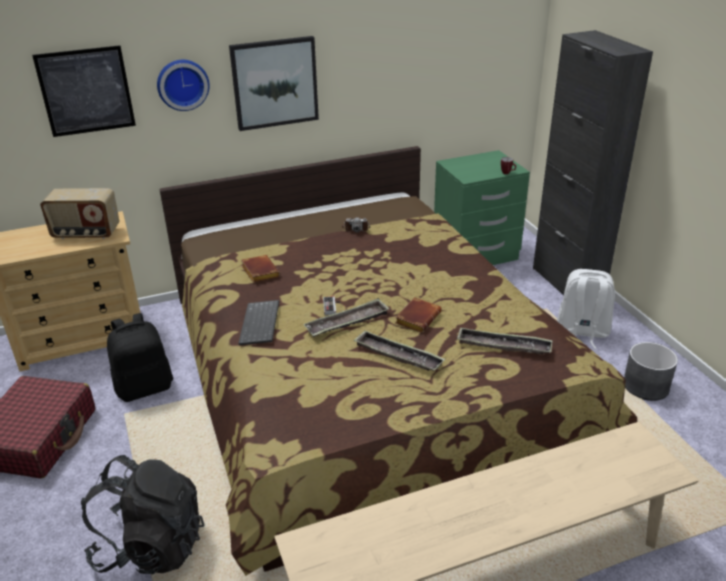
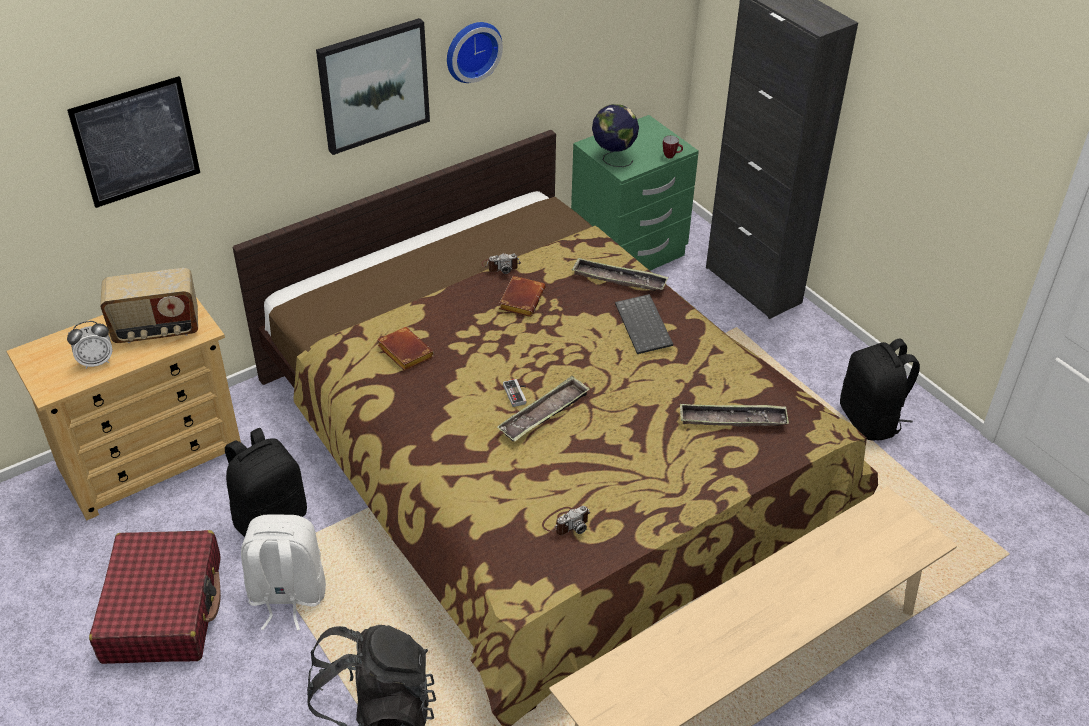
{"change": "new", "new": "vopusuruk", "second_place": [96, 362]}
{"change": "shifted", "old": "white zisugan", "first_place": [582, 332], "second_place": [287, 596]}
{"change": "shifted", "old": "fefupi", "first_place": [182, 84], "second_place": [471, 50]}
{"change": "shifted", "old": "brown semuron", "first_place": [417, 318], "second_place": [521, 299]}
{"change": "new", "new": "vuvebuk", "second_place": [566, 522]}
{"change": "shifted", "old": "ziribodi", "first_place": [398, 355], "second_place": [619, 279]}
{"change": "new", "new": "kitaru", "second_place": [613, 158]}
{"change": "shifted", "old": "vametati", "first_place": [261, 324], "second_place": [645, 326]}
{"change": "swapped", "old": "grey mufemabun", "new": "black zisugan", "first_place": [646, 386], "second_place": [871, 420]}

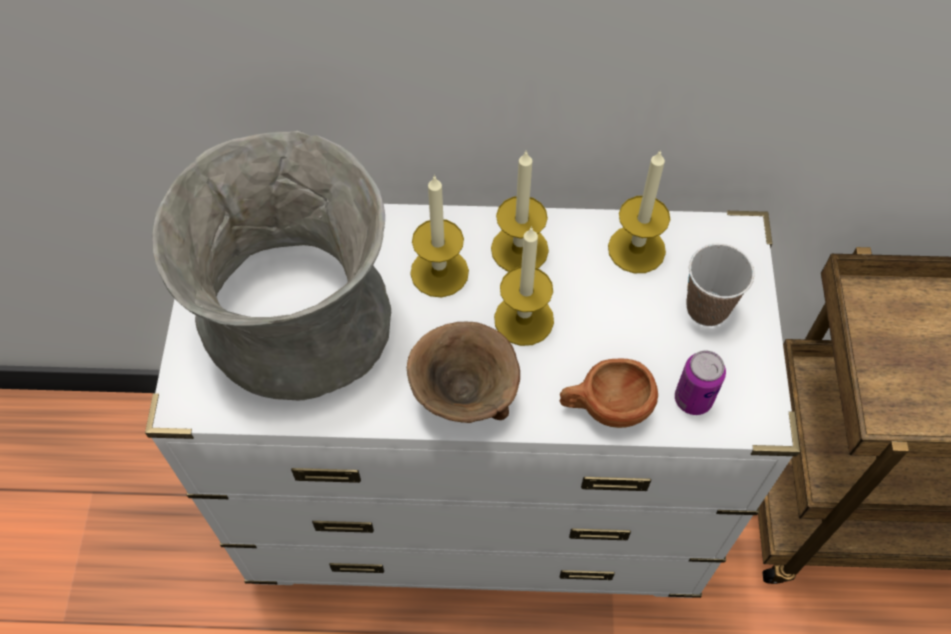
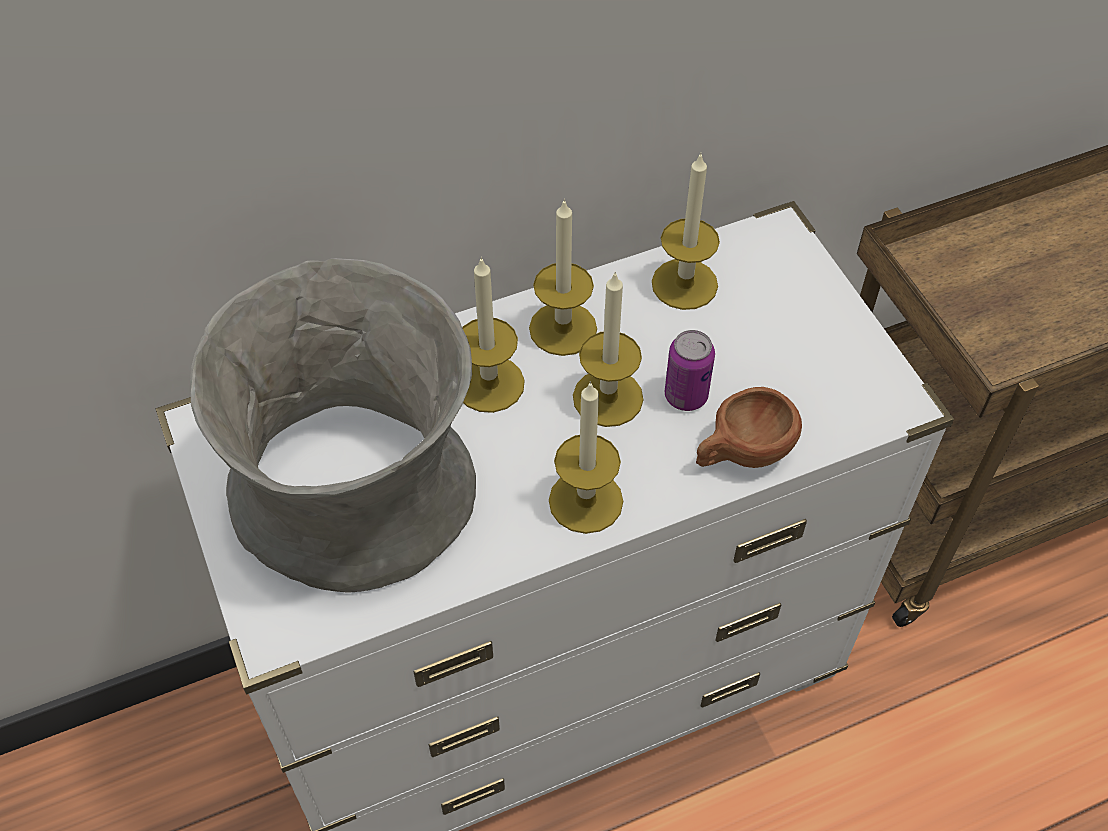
{"change": "swapped", "old": "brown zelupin", "new": "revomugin", "first_place": [461, 395], "second_place": [585, 501]}
{"change": "shifted", "old": "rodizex", "first_place": [693, 399], "second_place": [686, 396]}
{"change": "gone", "old": "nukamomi", "first_place": [707, 308]}

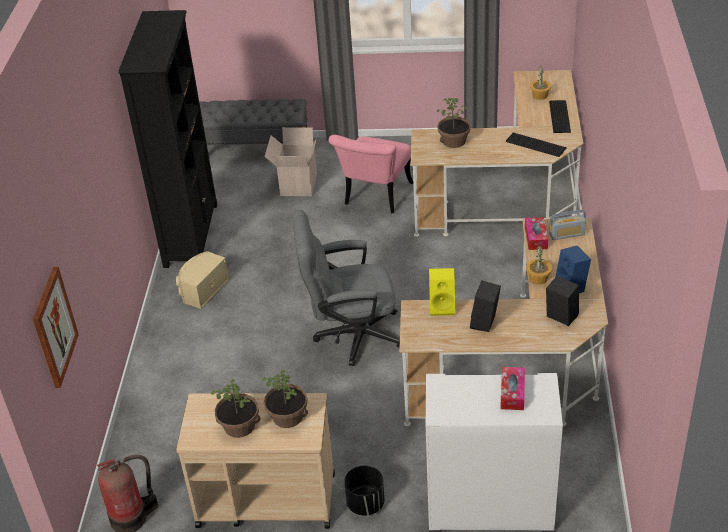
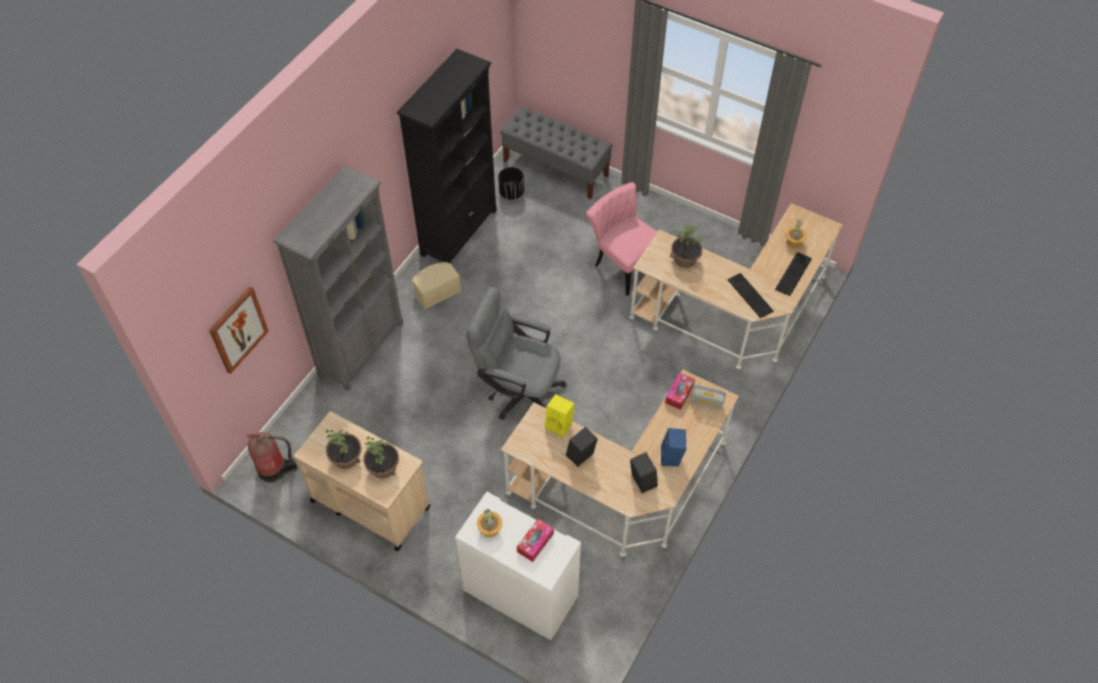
{"change": "new", "new": "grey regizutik", "second_place": [361, 348]}
{"change": "shifted", "old": "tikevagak", "first_place": [538, 278], "second_place": [490, 529]}
{"change": "shifted", "old": "black mufemabun", "first_place": [366, 503], "second_place": [511, 192]}
{"change": "rotated", "old": "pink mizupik", "first_place": [375, 198], "second_place": [623, 263], "degrees": 90}
{"change": "gone", "old": "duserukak", "first_place": [297, 184]}

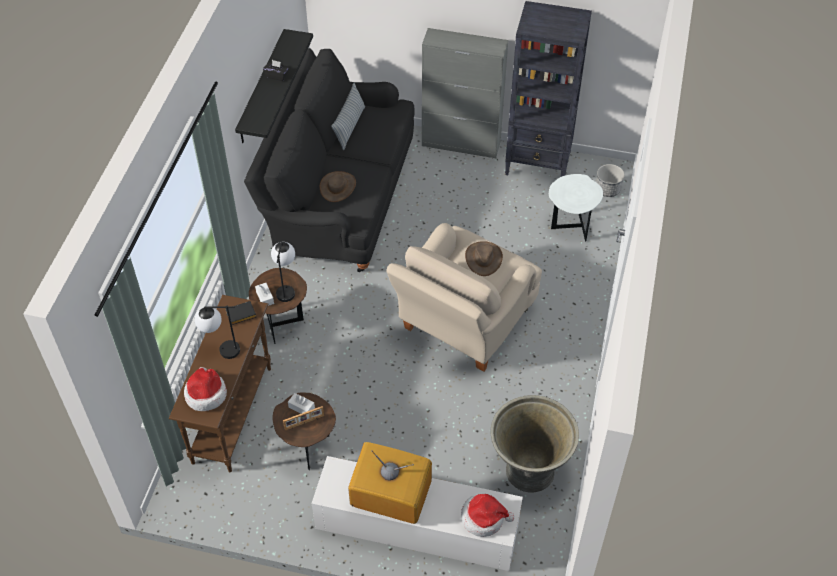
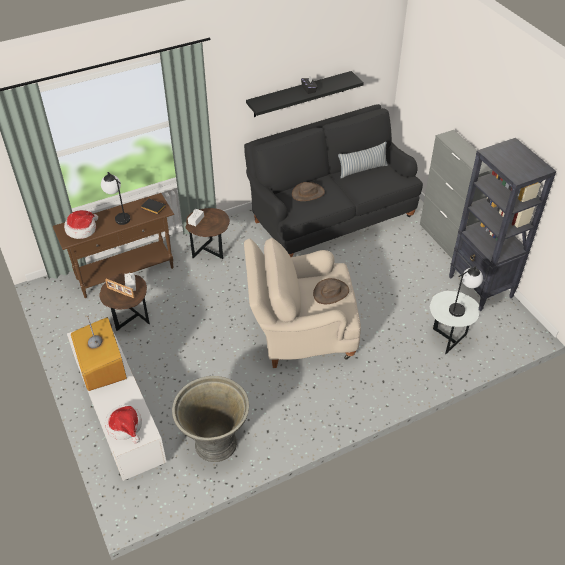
{"change": "shifted", "old": "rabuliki", "first_place": [286, 288], "second_place": [461, 307]}
{"change": "gone", "old": "mufemabun", "first_place": [607, 189]}

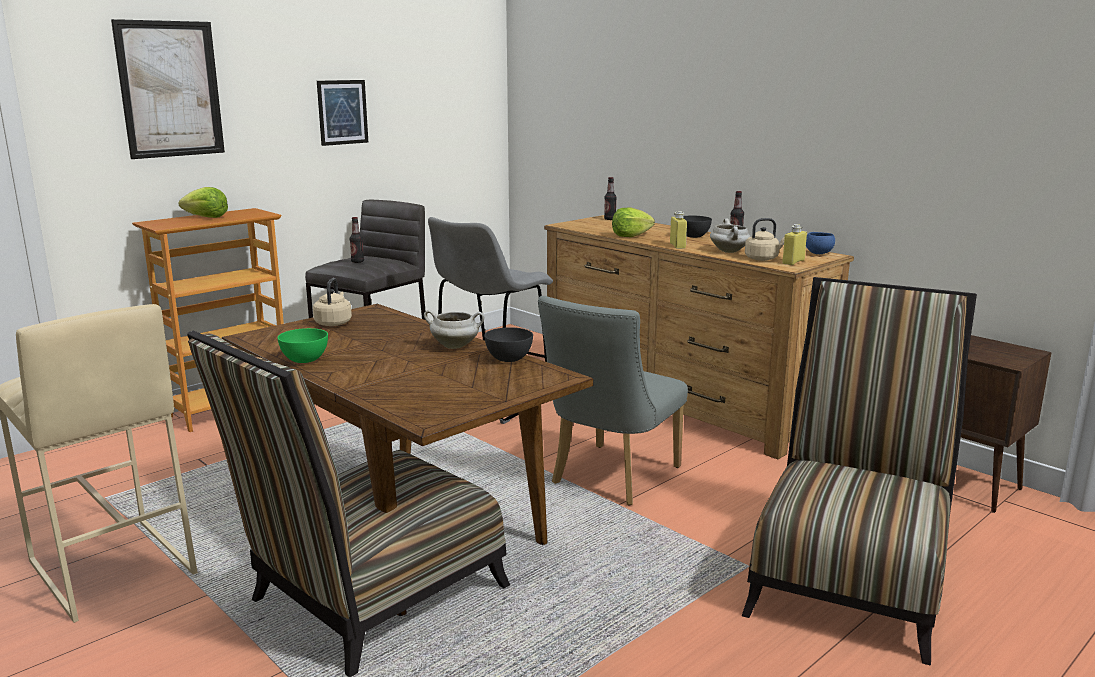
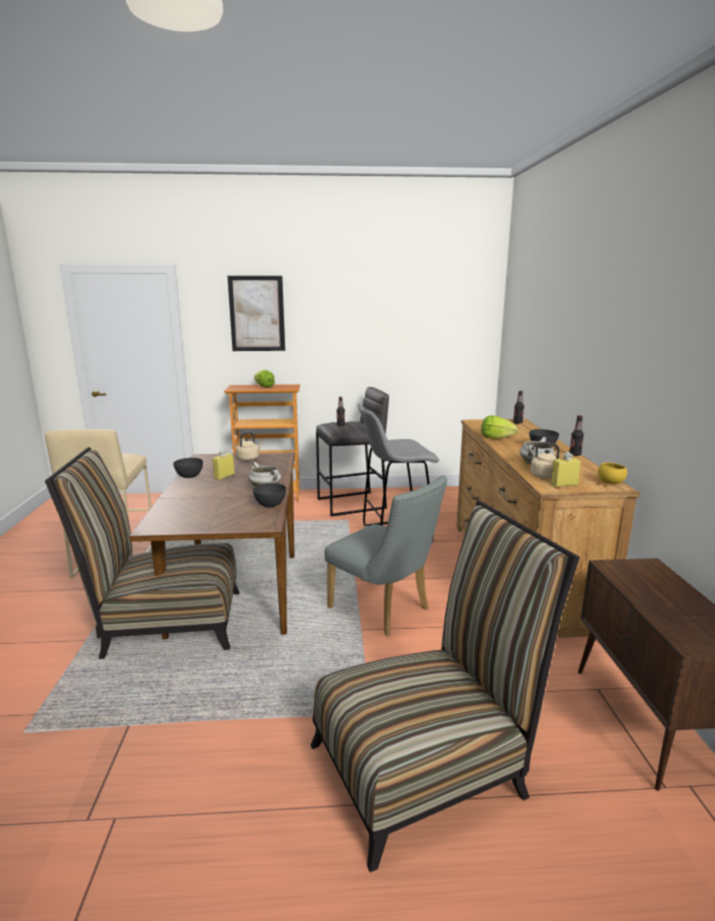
{"change": "repainted", "old": "green zelupin", "new": "grey zelupin", "first_place": [305, 360], "second_place": [189, 476]}
{"change": "shifted", "old": "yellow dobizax", "first_place": [677, 246], "second_place": [224, 477]}
{"change": "rotated", "old": "grey mizupik", "first_place": [610, 478], "second_place": [384, 610], "degrees": -120}
{"change": "repainted", "old": "blue zelupin", "new": "yellow zelupin", "first_place": [819, 253], "second_place": [610, 483]}
{"change": "gone", "old": "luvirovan", "first_place": [342, 112]}

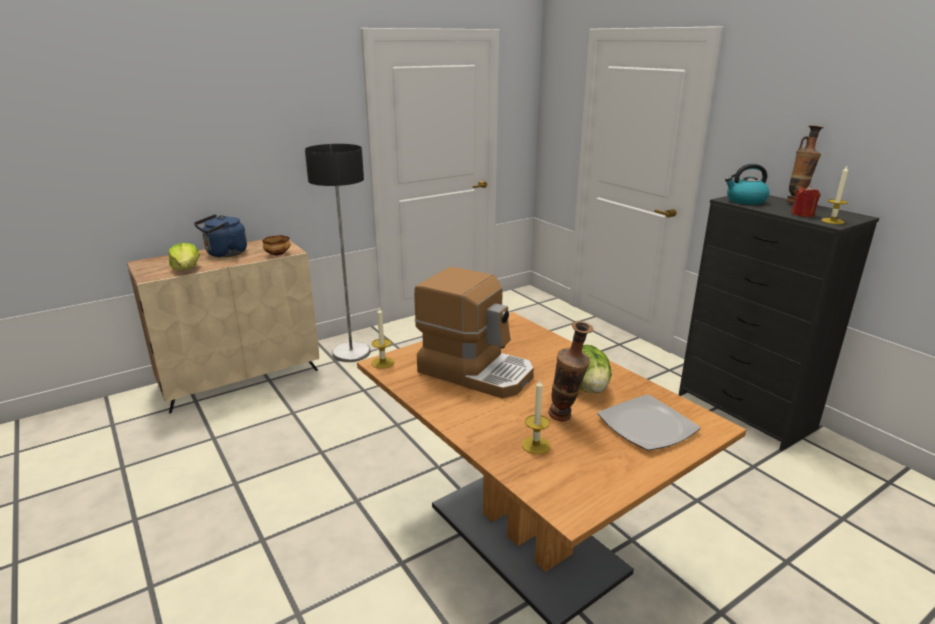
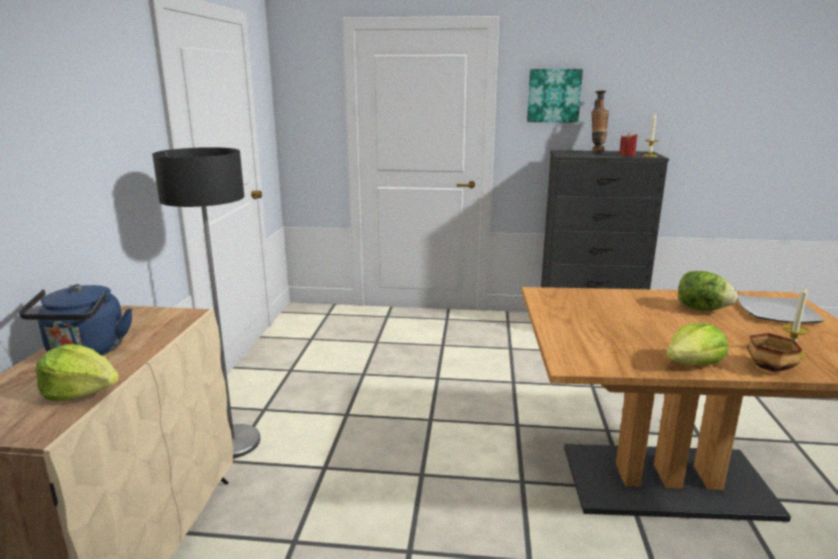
{"change": "new", "new": "luvirovan", "second_place": [553, 95]}
{"change": "new", "new": "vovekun", "second_place": [693, 364]}
{"change": "shifted", "old": "zelupin", "first_place": [278, 254], "second_place": [769, 367]}
{"change": "gone", "old": "revomugin", "first_place": [382, 362]}
{"change": "gone", "old": "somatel", "first_place": [476, 371]}
{"change": "gone", "old": "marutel", "first_place": [566, 419]}
{"change": "gone", "old": "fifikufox", "first_place": [745, 201]}

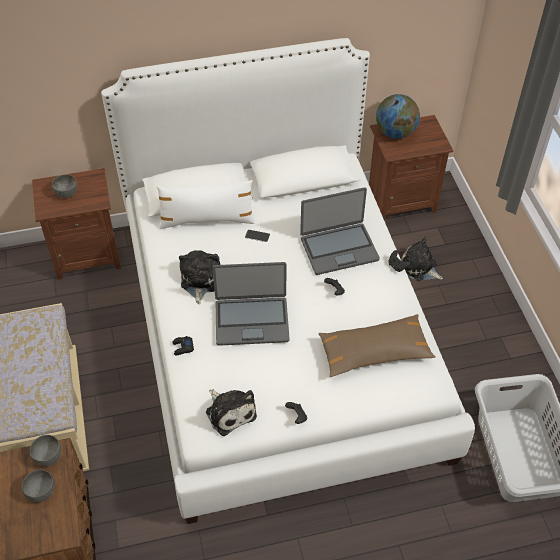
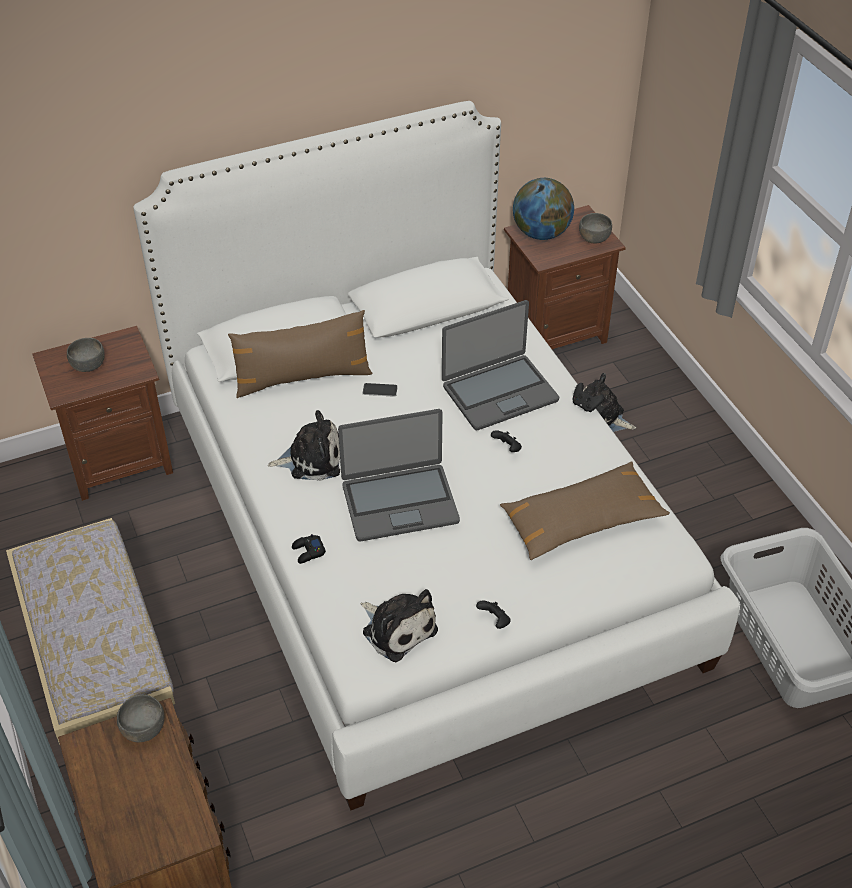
{"change": "repainted", "old": "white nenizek", "new": "brown nenizek", "first_place": [207, 220], "second_place": [303, 378]}
{"change": "rotated", "old": "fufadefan", "first_place": [199, 280], "second_place": [311, 459], "degrees": 90}
{"change": "shifted", "old": "grey zelupin", "first_place": [41, 492], "second_place": [593, 238]}

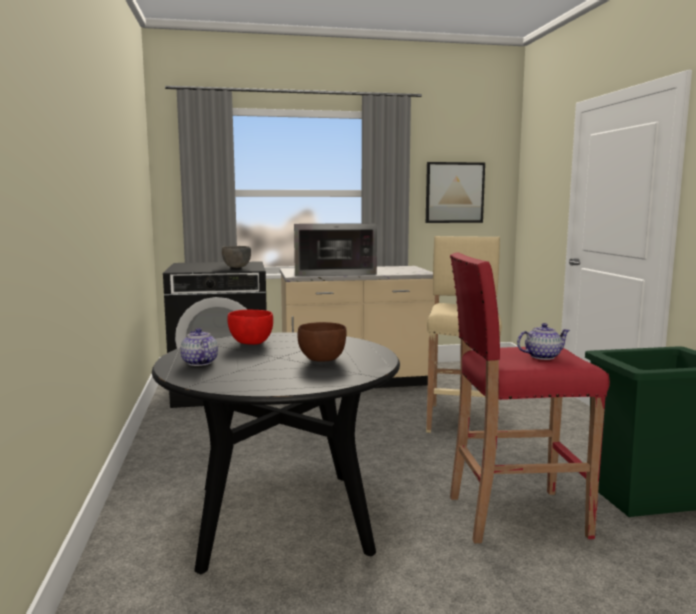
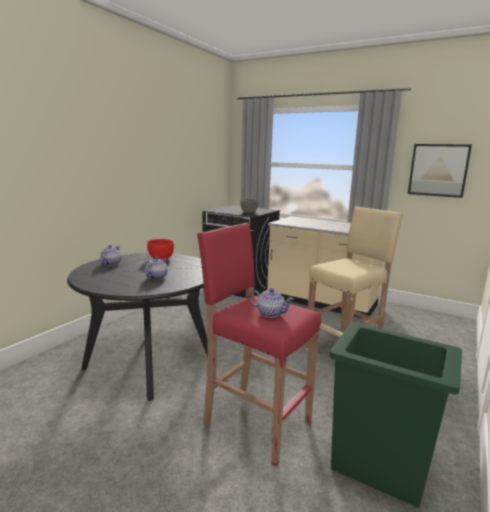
{"change": "swapped", "old": "brown zelupin", "new": "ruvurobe", "first_place": [322, 360], "second_place": [156, 277]}
{"change": "gone", "old": "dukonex", "first_place": [333, 273]}

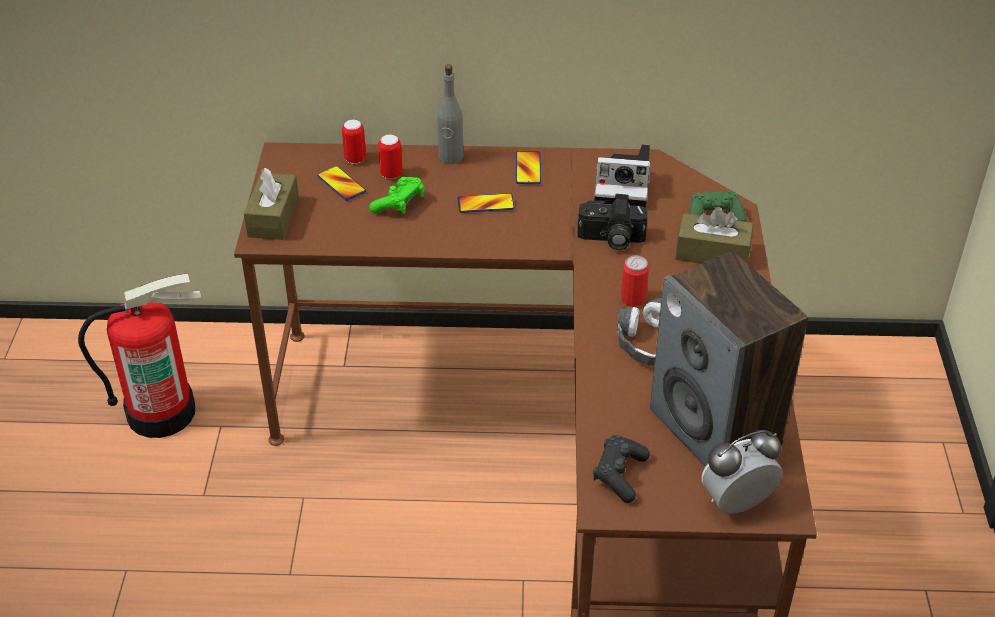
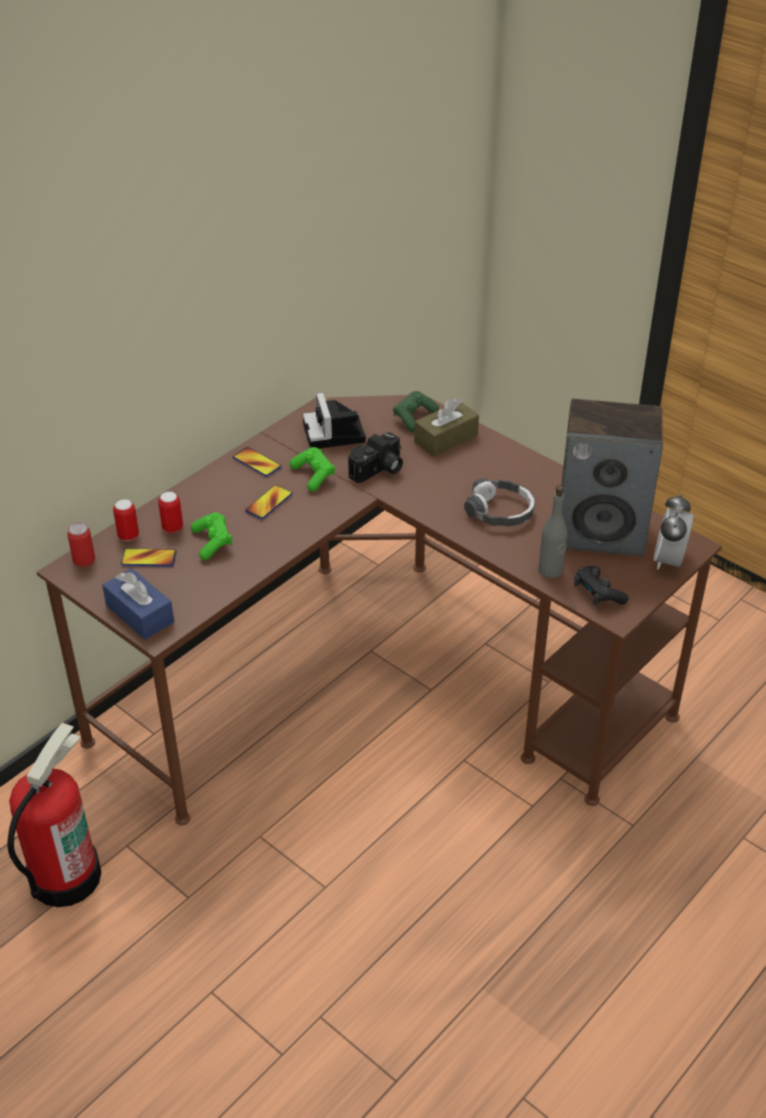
{"change": "shifted", "old": "rodizex", "first_place": [633, 299], "second_place": [84, 560]}
{"change": "repainted", "old": "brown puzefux", "new": "blue puzefux", "first_place": [273, 217], "second_place": [140, 614]}
{"change": "new", "new": "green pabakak", "second_place": [313, 475]}
{"change": "rotated", "old": "vuvebuk", "first_place": [625, 188], "second_place": [335, 434], "degrees": 120}
{"change": "shifted", "old": "grey dobizax", "first_place": [450, 157], "second_place": [550, 570]}

